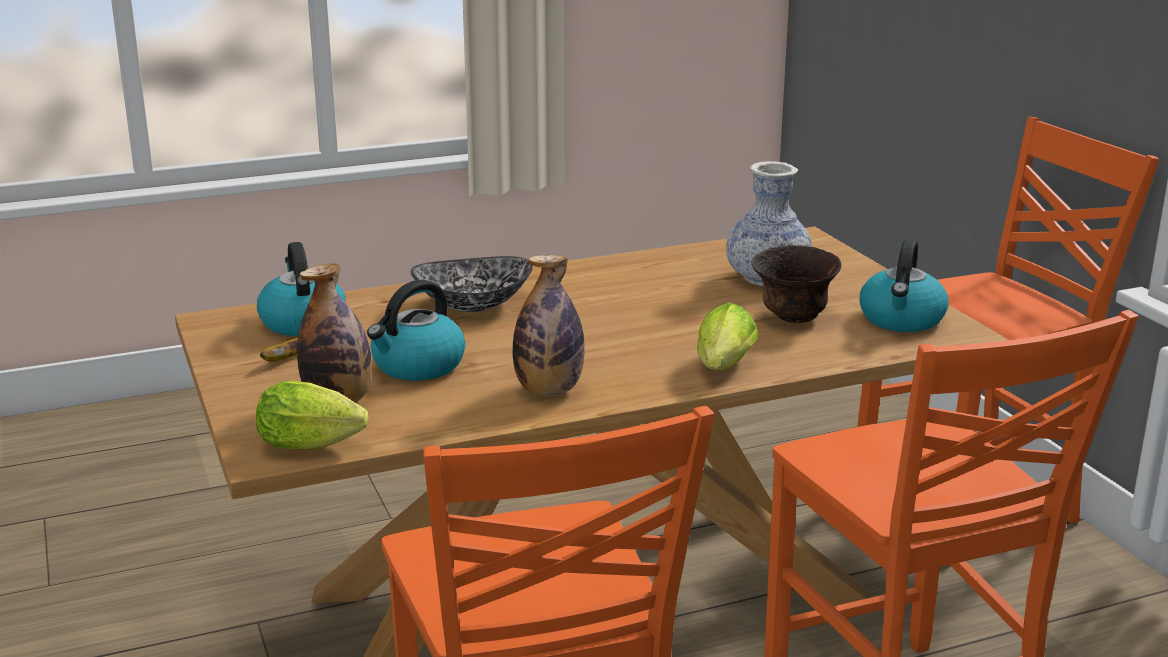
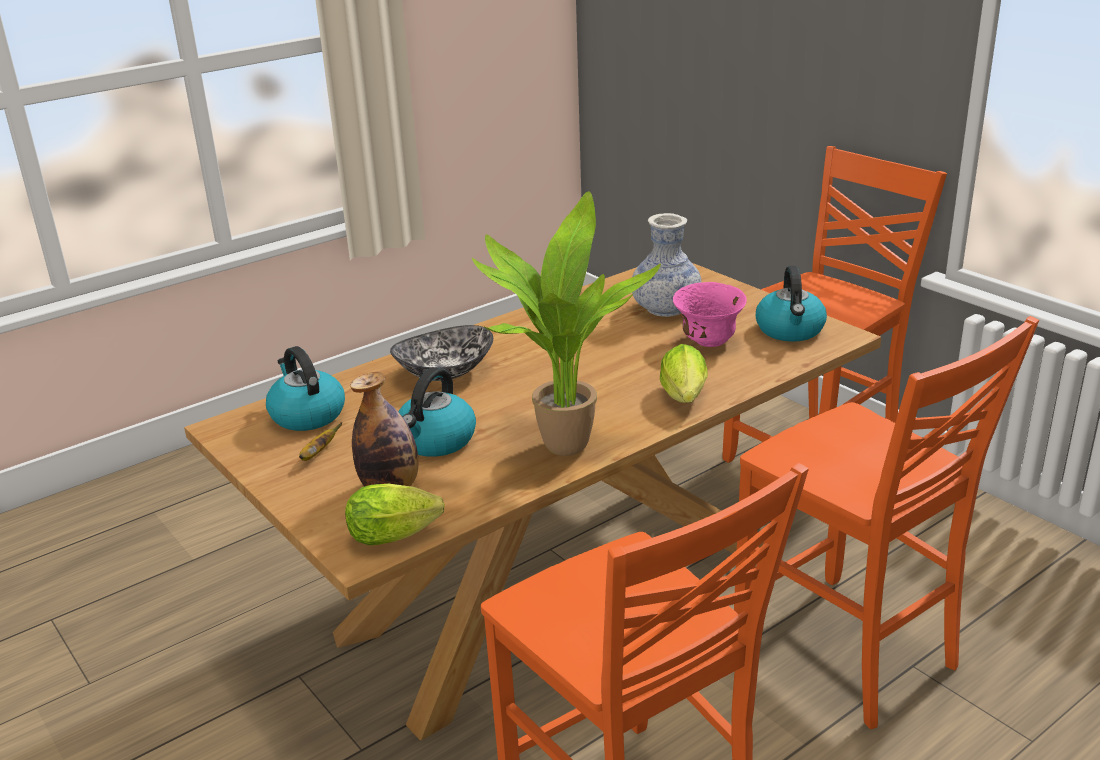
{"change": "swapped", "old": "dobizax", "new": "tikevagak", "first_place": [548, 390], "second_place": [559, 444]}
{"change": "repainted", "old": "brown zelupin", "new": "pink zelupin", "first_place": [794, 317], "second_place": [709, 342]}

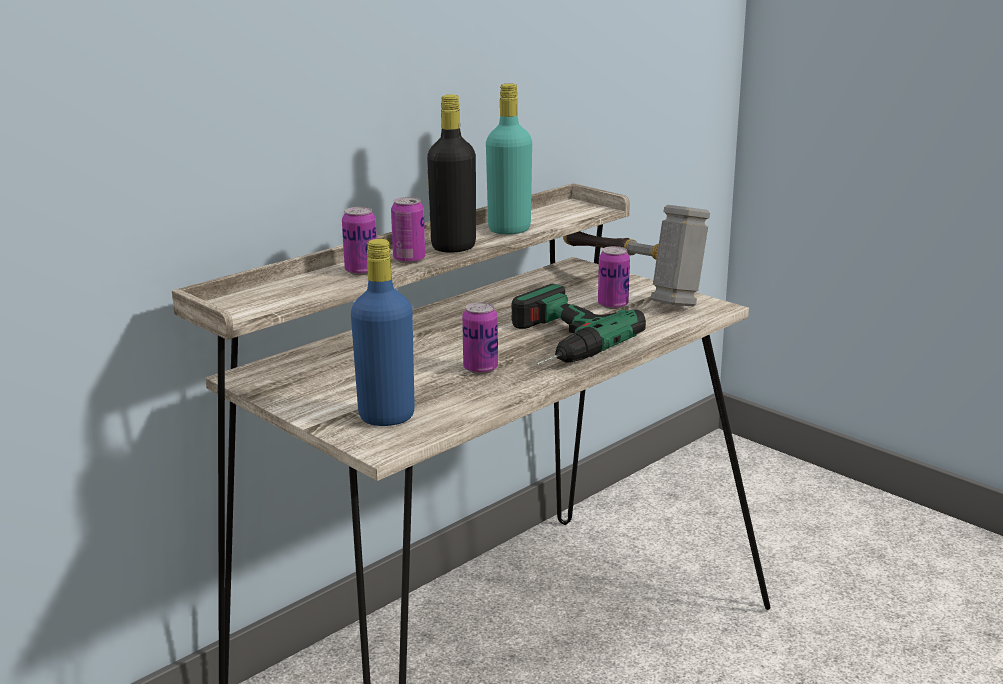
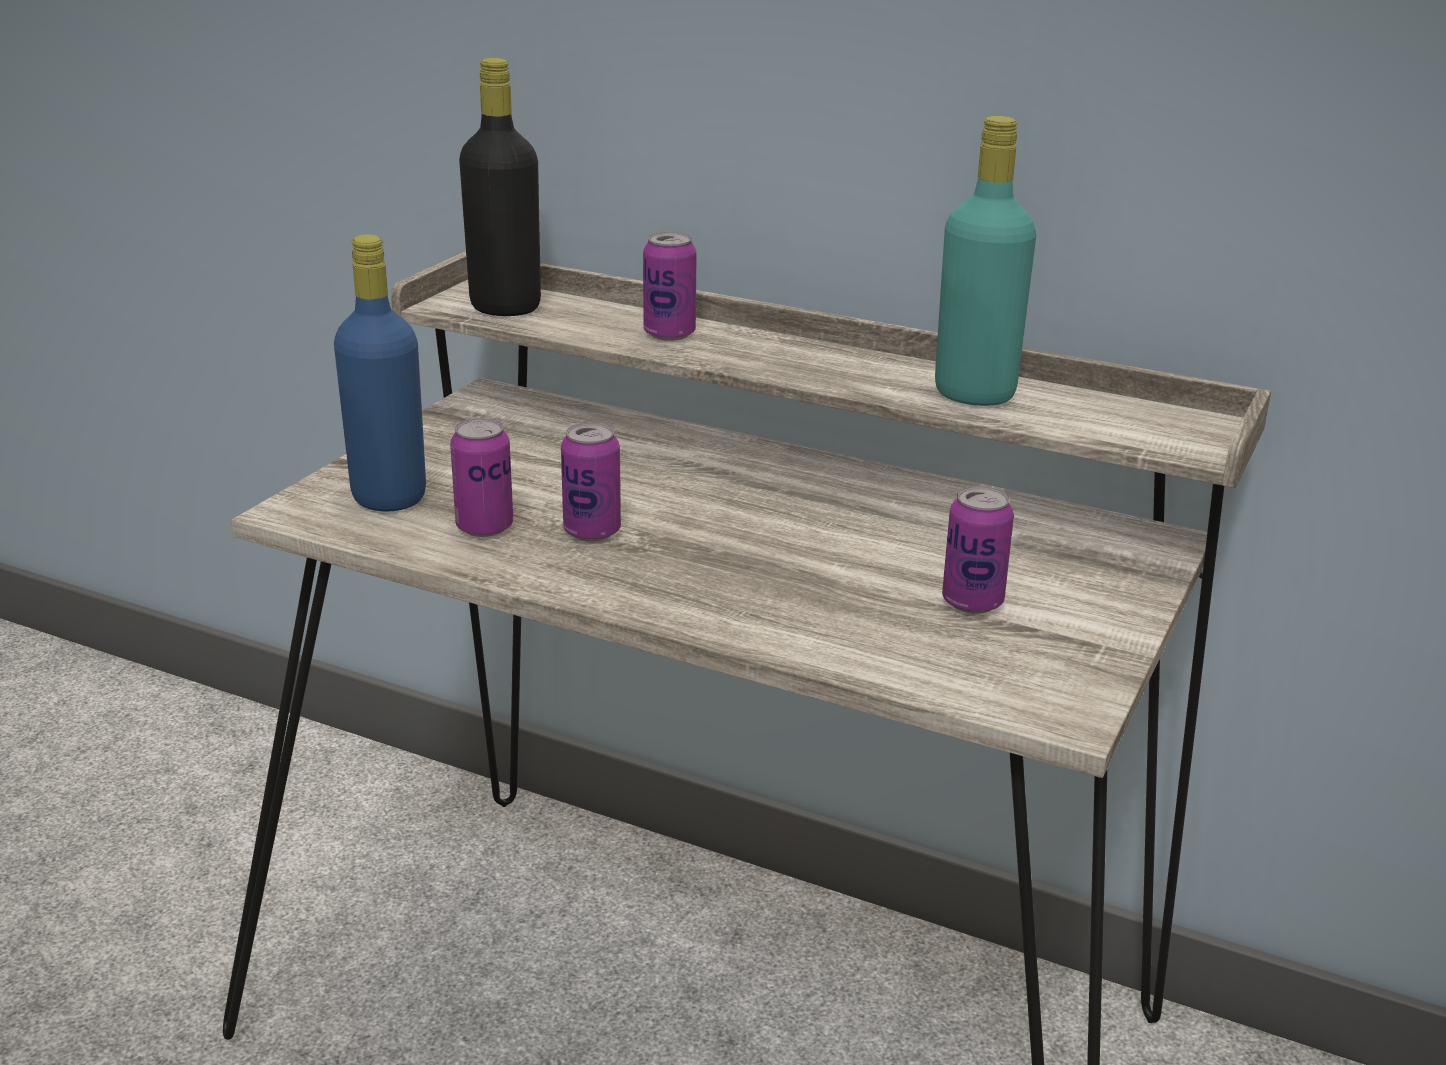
{"change": "shifted", "old": "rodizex", "first_place": [409, 259], "second_place": [484, 527]}
{"change": "shifted", "old": "black dobizax", "first_place": [453, 247], "second_place": [505, 307]}
{"change": "gone", "old": "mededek", "first_place": [552, 343]}
{"change": "gone", "old": "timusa", "first_place": [630, 285]}

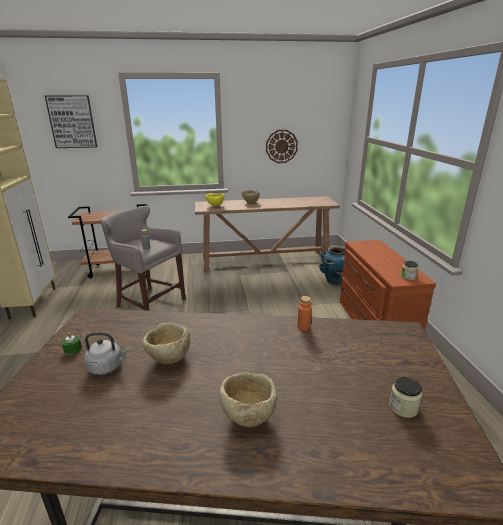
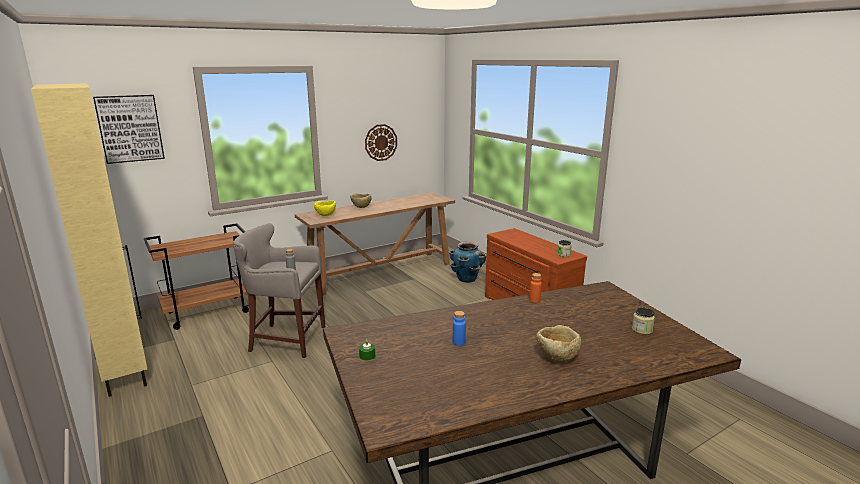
{"change": "swapped", "old": "beige zelupin", "new": "blue dobizax", "first_place": [168, 358], "second_place": [458, 342]}
{"change": "gone", "old": "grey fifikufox", "first_place": [107, 367]}

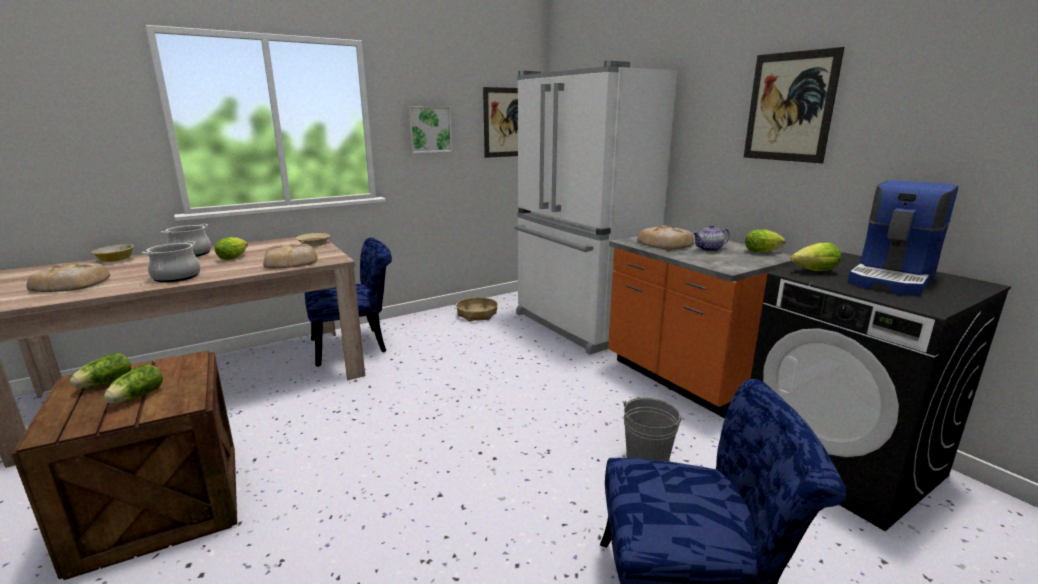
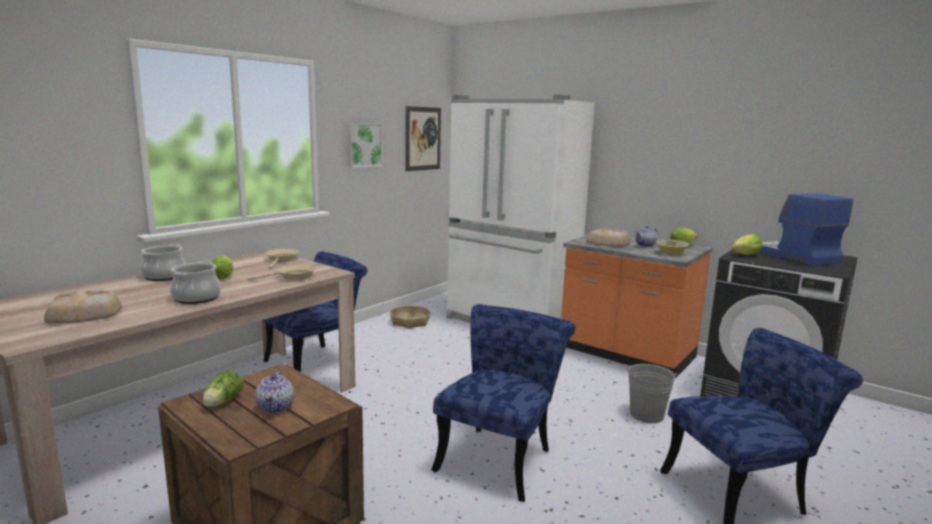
{"change": "swapped", "old": "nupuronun", "new": "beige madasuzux", "first_place": [291, 262], "second_place": [293, 277]}
{"change": "swapped", "old": "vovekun", "new": "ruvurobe", "first_place": [135, 398], "second_place": [276, 407]}
{"change": "new", "new": "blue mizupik", "second_place": [500, 456]}
{"change": "shifted", "old": "zelupin", "first_place": [116, 260], "second_place": [671, 253]}
{"change": "rotated", "old": "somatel", "first_place": [893, 279], "second_place": [794, 257], "degrees": 135}
{"change": "gone", "old": "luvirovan", "first_place": [789, 107]}

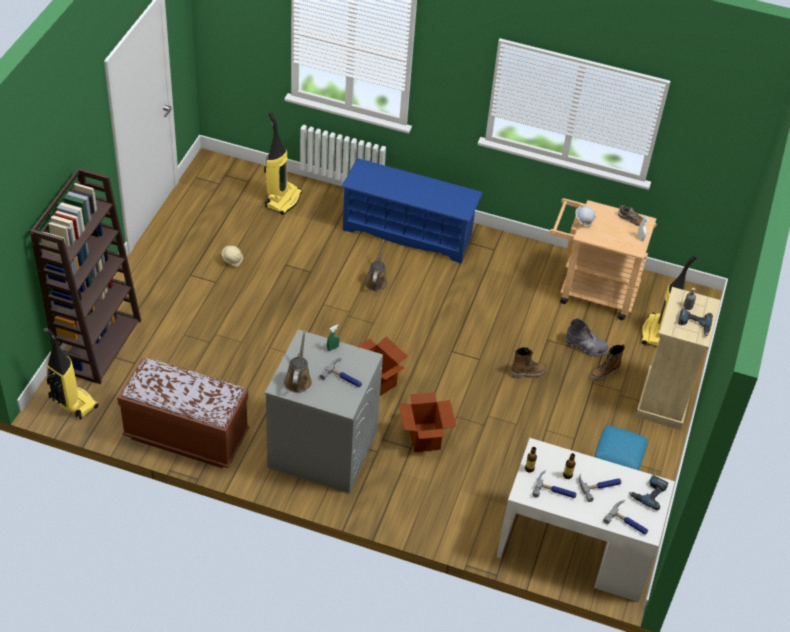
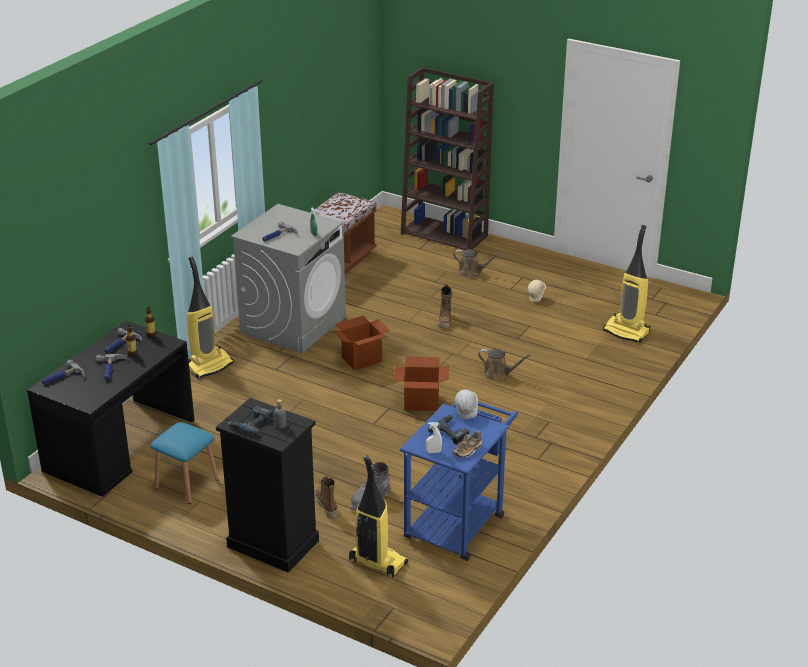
{"change": "repainted", "old": "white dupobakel", "new": "black dupobakel", "first_place": [576, 547], "second_place": [119, 445]}
{"change": "shifted", "old": "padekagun", "first_place": [72, 403], "second_place": [209, 365]}
{"change": "repainted", "old": "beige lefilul", "new": "black lefilul", "first_place": [664, 401], "second_place": [272, 543]}
{"change": "shifted", "old": "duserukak", "first_place": [424, 438], "second_place": [421, 403]}
{"change": "repainted", "old": "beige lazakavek", "new": "blue lazakavek", "first_place": [590, 290], "second_place": [458, 521]}
{"change": "shifted", "old": "mededek", "first_place": [649, 493], "second_place": [451, 432]}
{"change": "shifted", "old": "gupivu", "first_place": [528, 373], "second_place": [445, 321]}
{"change": "shifted", "old": "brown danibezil", "first_place": [298, 379], "second_place": [471, 272]}
{"change": "gone", "old": "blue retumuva", "first_place": [408, 232]}

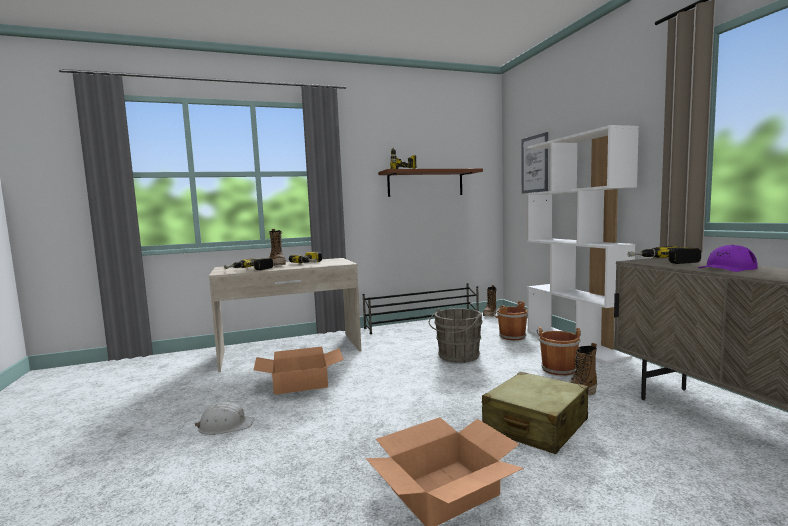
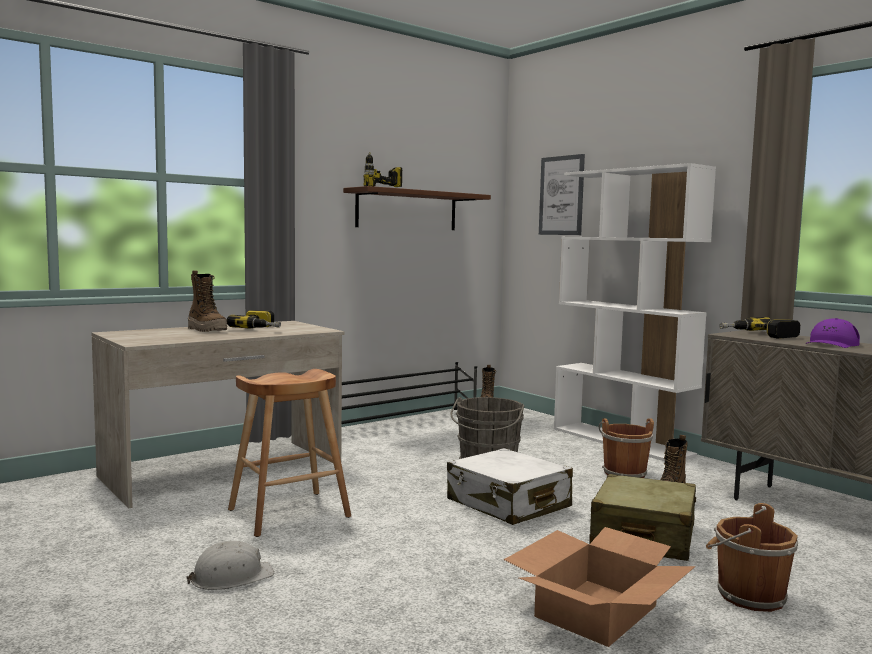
{"change": "swapped", "old": "duserukak", "new": "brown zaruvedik", "first_place": [300, 383], "second_place": [289, 513]}
{"change": "new", "new": "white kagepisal", "second_place": [508, 504]}
{"change": "shifted", "old": "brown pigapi", "first_place": [511, 336], "second_place": [747, 595]}
{"change": "gone", "old": "mededek", "first_place": [249, 270]}

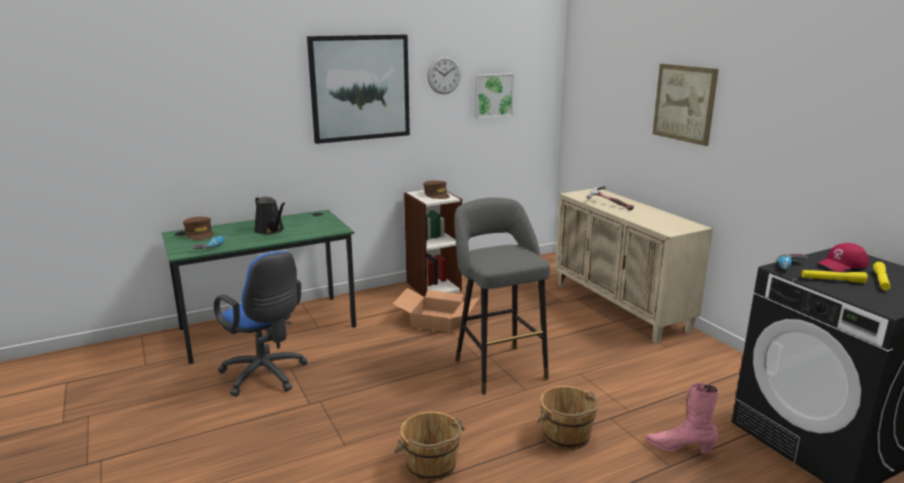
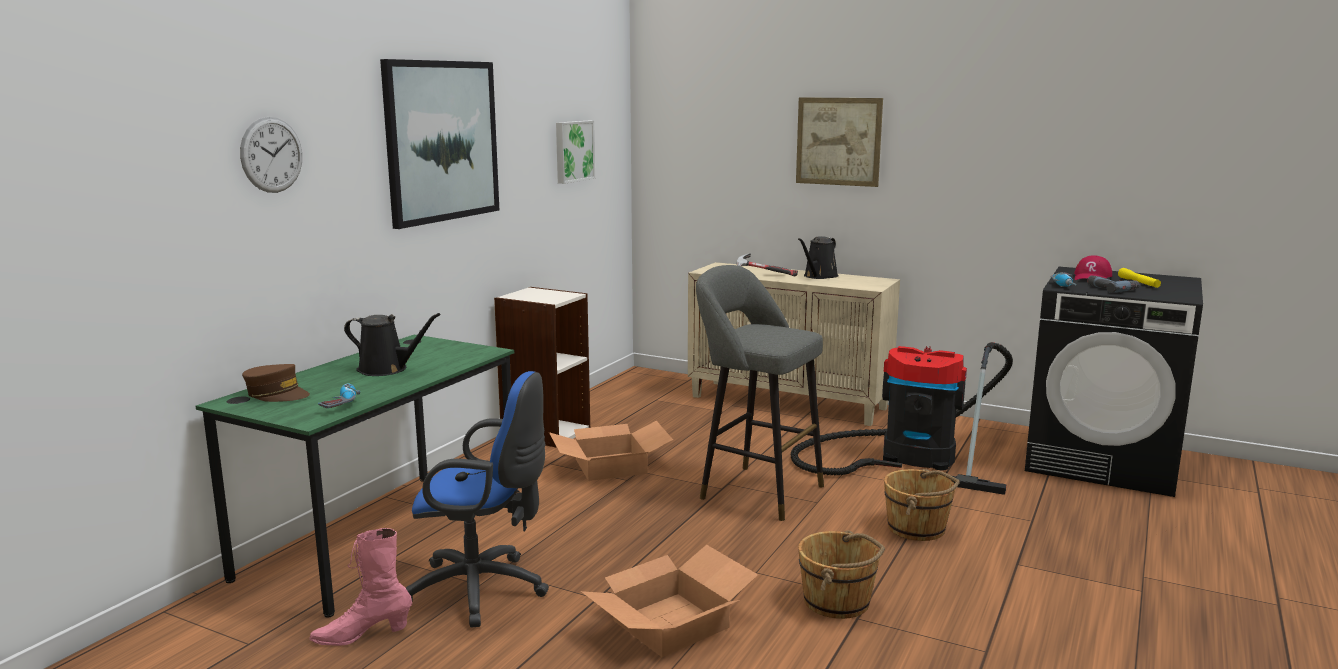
{"change": "shifted", "old": "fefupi", "first_place": [444, 75], "second_place": [271, 155]}
{"change": "shifted", "old": "pink gupivu", "first_place": [679, 447], "second_place": [362, 635]}
{"change": "new", "new": "duserukak", "second_place": [671, 622]}
{"change": "new", "new": "padekagun", "second_place": [908, 457]}
{"change": "new", "new": "black danibezil", "second_place": [819, 276]}
{"change": "swapped", "old": "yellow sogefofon", "new": "mededek", "first_place": [832, 280], "second_place": [1111, 288]}
{"change": "gone", "old": "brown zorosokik", "first_place": [436, 195]}

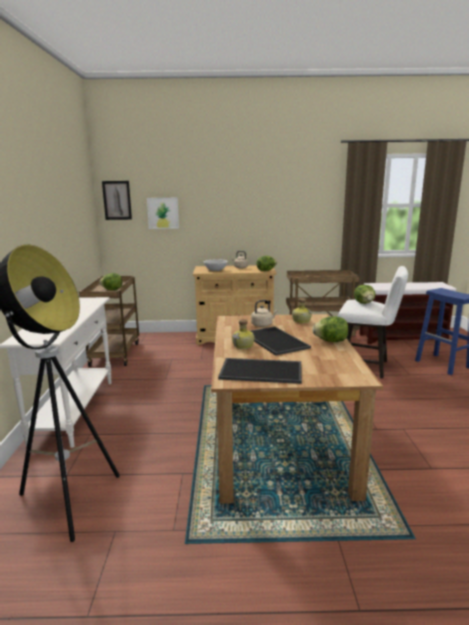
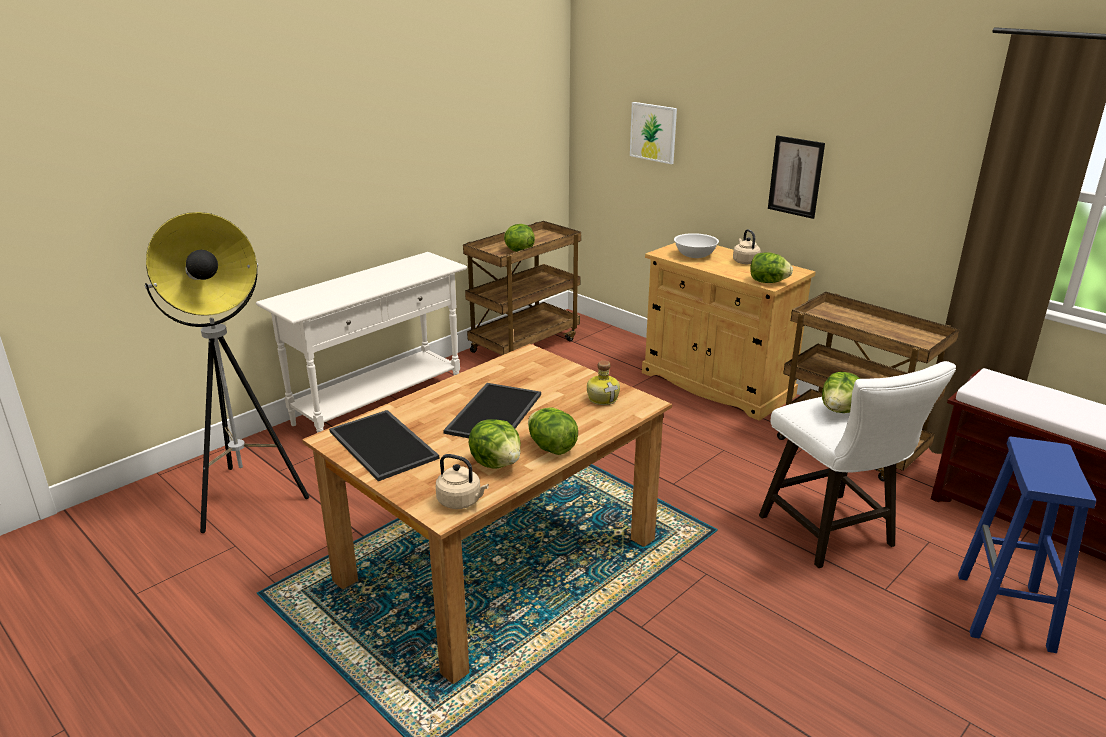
{"change": "shifted", "old": "beige fifikufox", "first_place": [263, 325], "second_place": [461, 501]}
{"change": "new", "new": "vovekun", "second_place": [497, 463]}
{"change": "shifted", "old": "luvirovan", "first_place": [117, 200], "second_place": [795, 176]}
{"change": "gone", "old": "dobizax", "first_place": [244, 346]}

